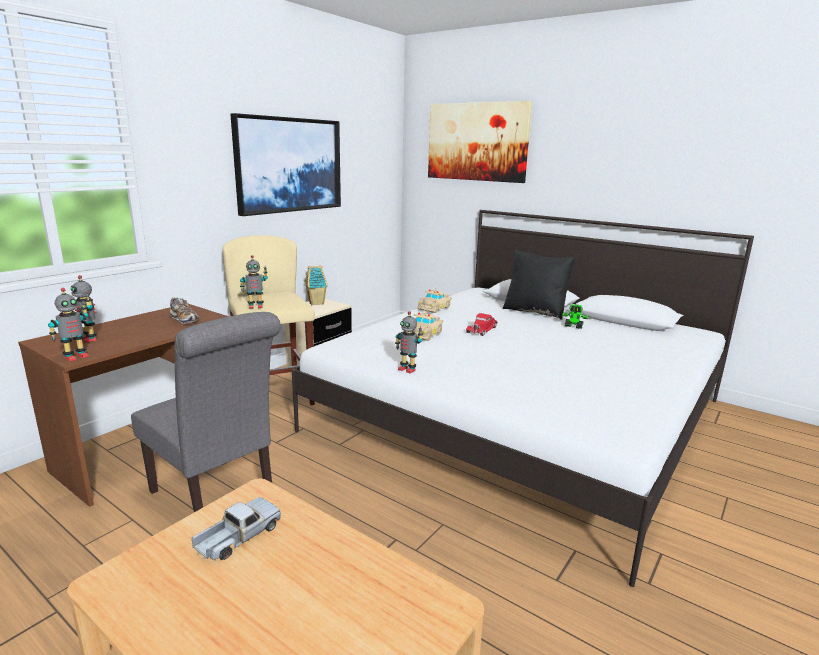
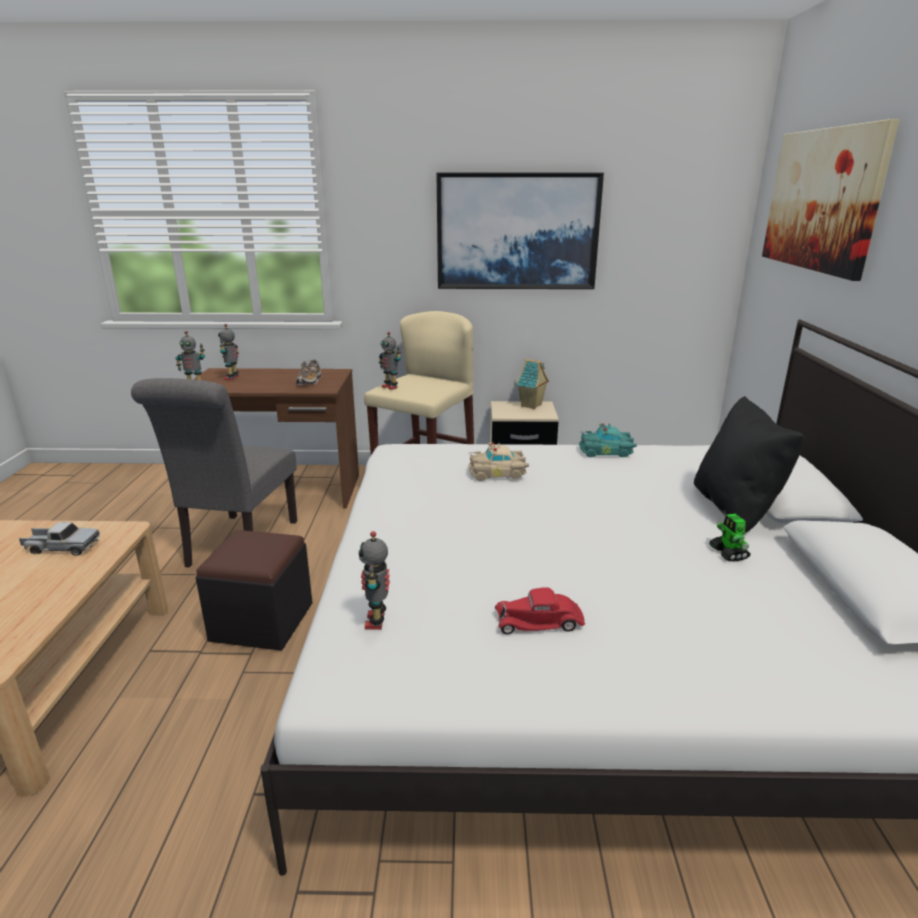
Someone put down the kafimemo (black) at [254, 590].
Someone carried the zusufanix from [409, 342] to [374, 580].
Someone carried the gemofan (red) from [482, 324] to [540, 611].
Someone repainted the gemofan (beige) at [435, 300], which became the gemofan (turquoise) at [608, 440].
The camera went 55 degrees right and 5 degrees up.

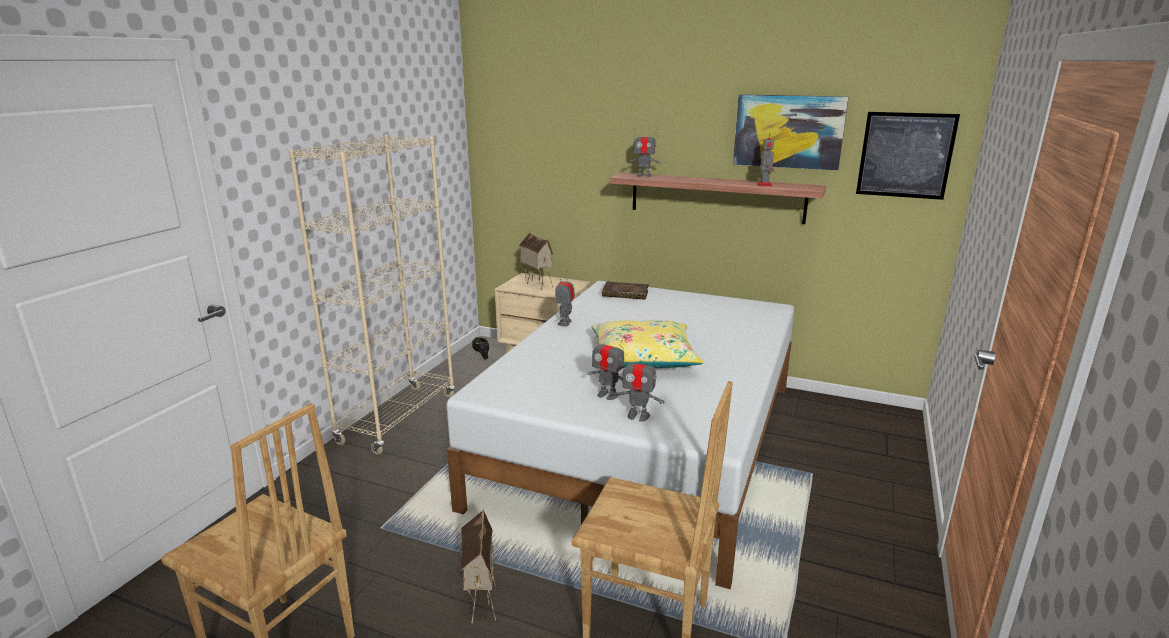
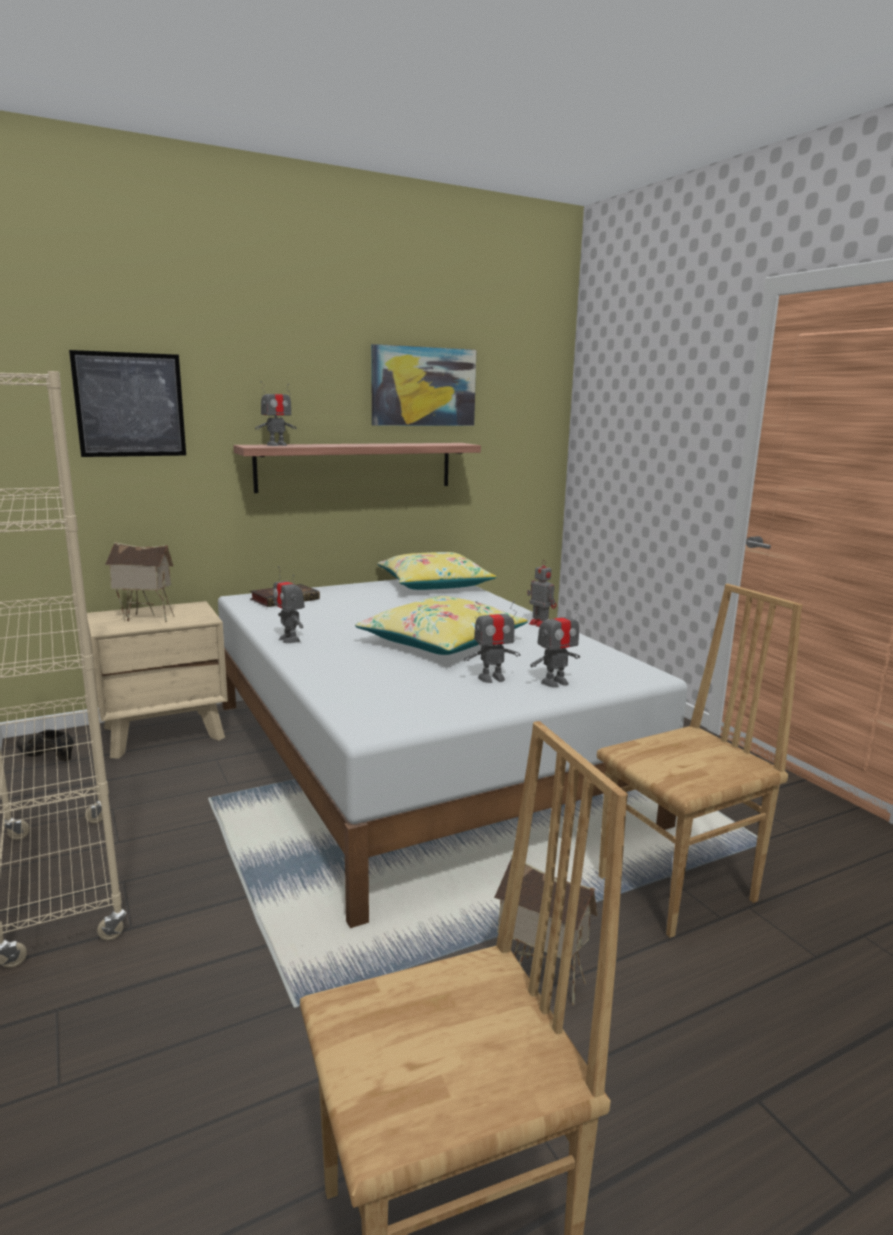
Someone put down the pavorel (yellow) at [436, 571].
Someone carried the zusufanix from [765, 159] to [542, 593].
Someone carried the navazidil from [908, 156] to [127, 403].
The camera went 50 degrees left and 5 degrees down.

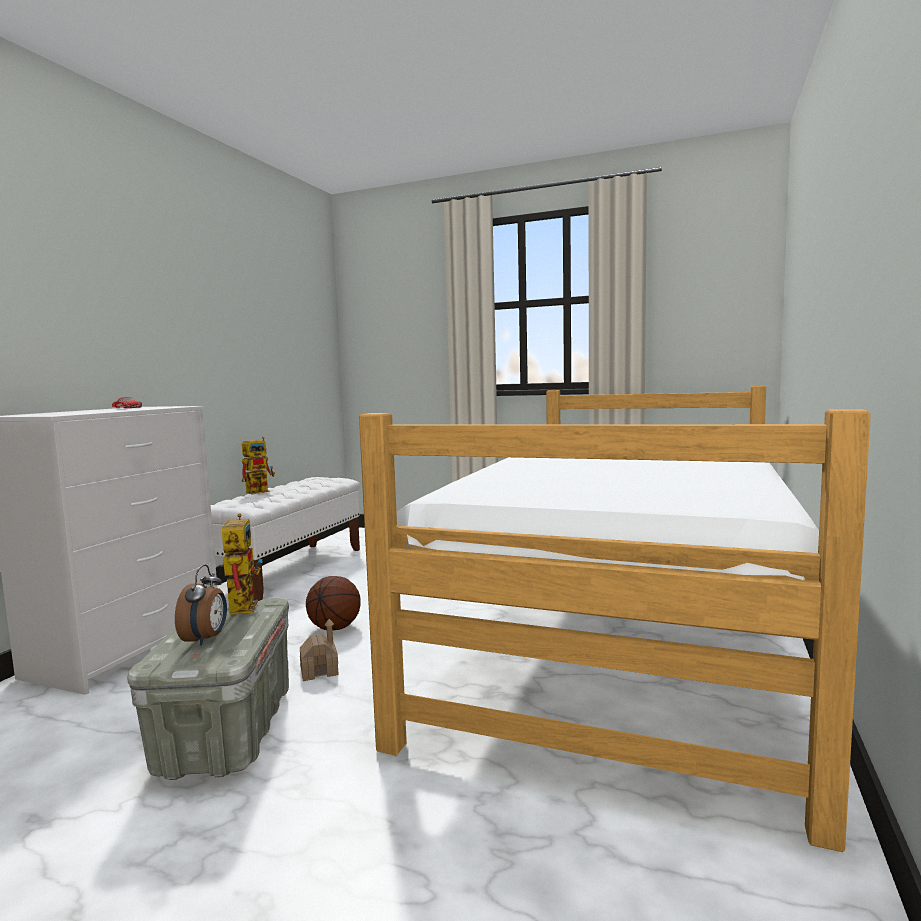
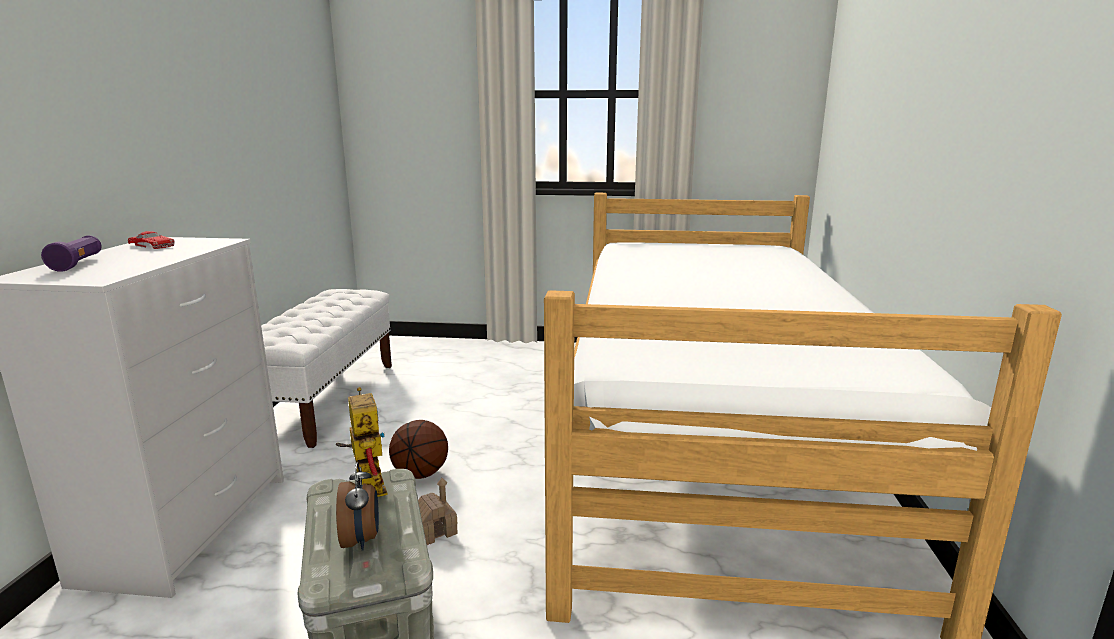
Someone took away the zusufanix at [258, 465].
Someone put down the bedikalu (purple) at [71, 253].
The camera went 15 degrees left and 10 degrees up.

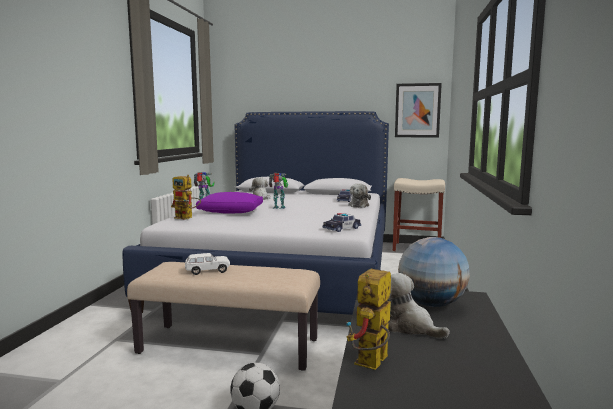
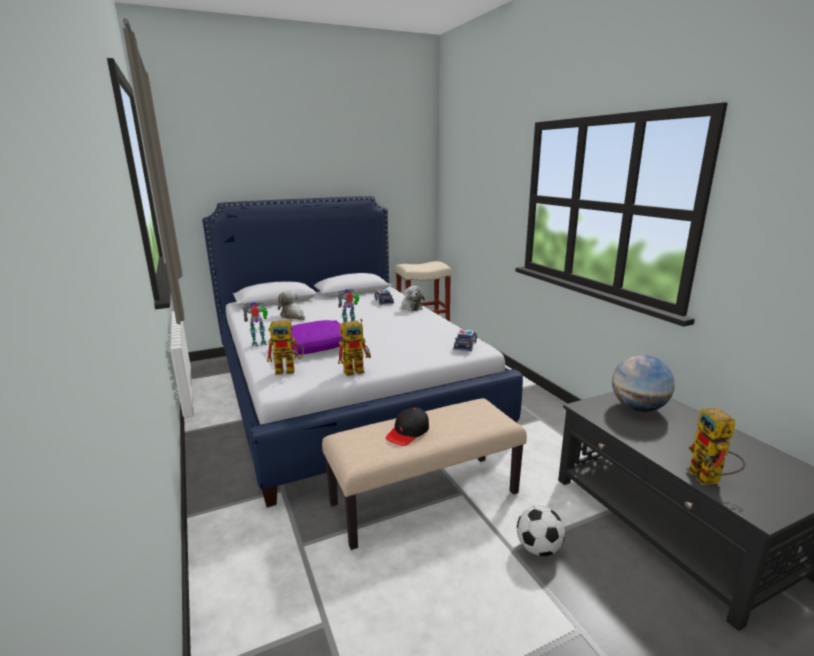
Someone took away the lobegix at [418, 306].
Someone took away the navazidil at [418, 110].
Someone put down the zusufanix at [354, 347].
Someone swapped the gemofan (white) at [207, 264] for the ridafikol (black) at [407, 426].
The camera went 35 degrees left and 10 degrees up.

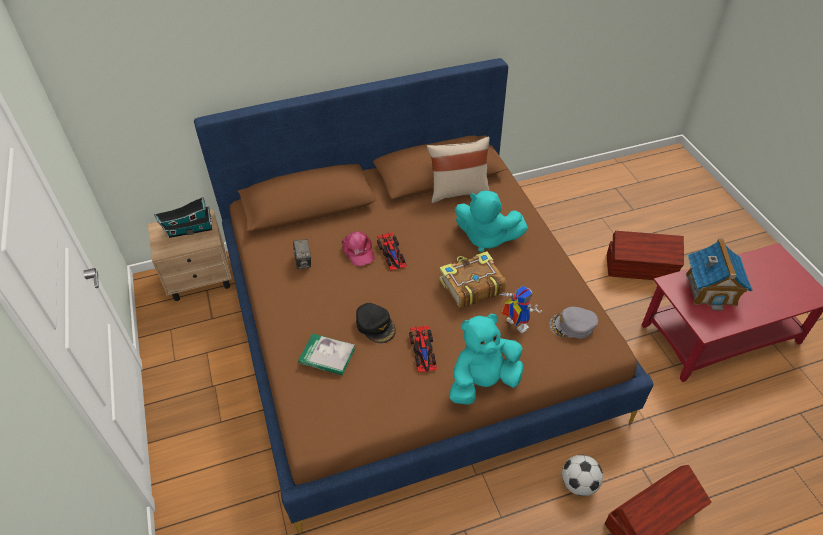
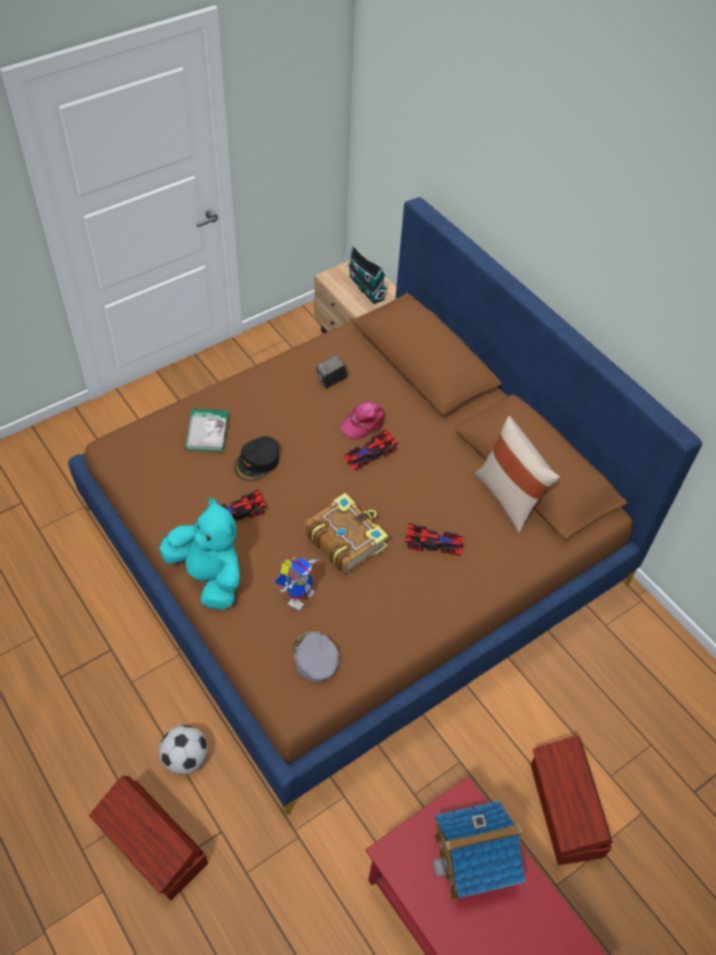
Someone swapped the lobegix (turquoise) at [491, 221] for the gemofan at [434, 539].
The camera went 70 degrees right and 5 degrees up.

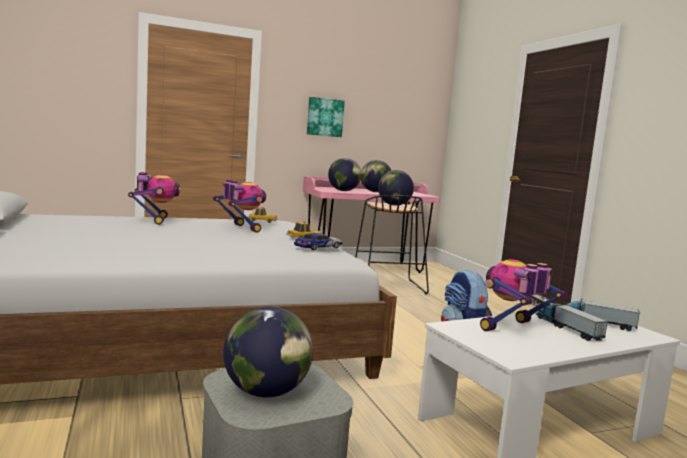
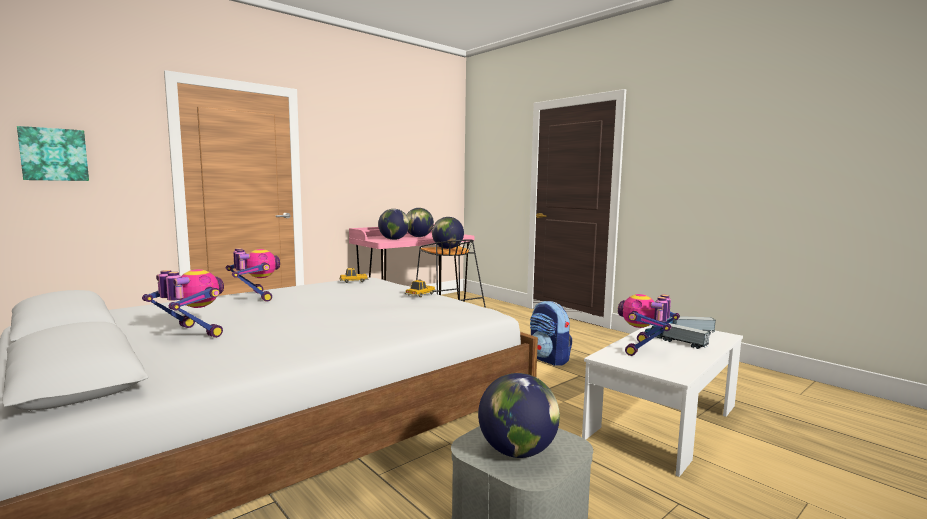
Someone took away the gemofan at [318, 241].
Someone carried the zusufanix from [239, 206] to [183, 303].
Someone carried the navazidil from [326, 117] to [53, 153].
The camera went 20 degrees left and 0 degrees up.

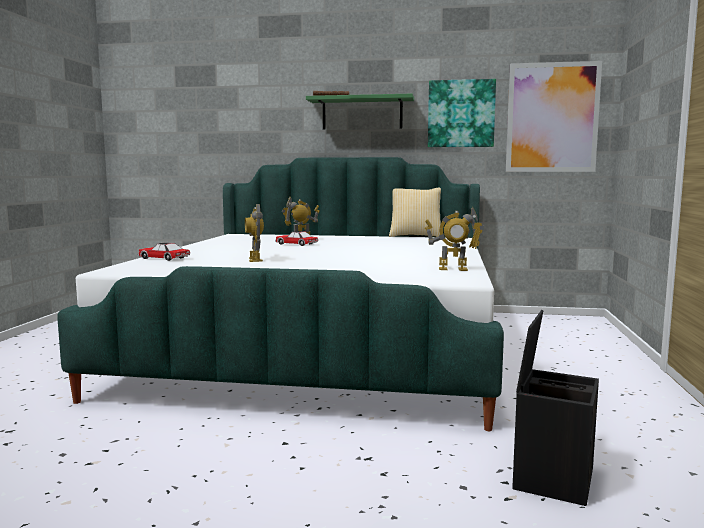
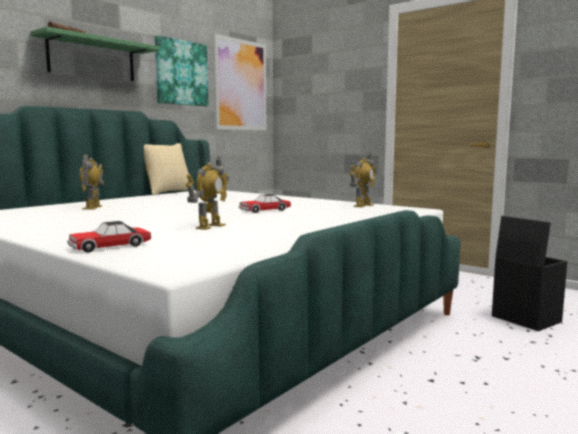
Someone carried the gemofan from [296, 238] to [264, 203].
Someone rotated the zusufanix at [254, 233] by 75 degrees counterclockwise.
The camera went 60 degrees left and 0 degrees up.

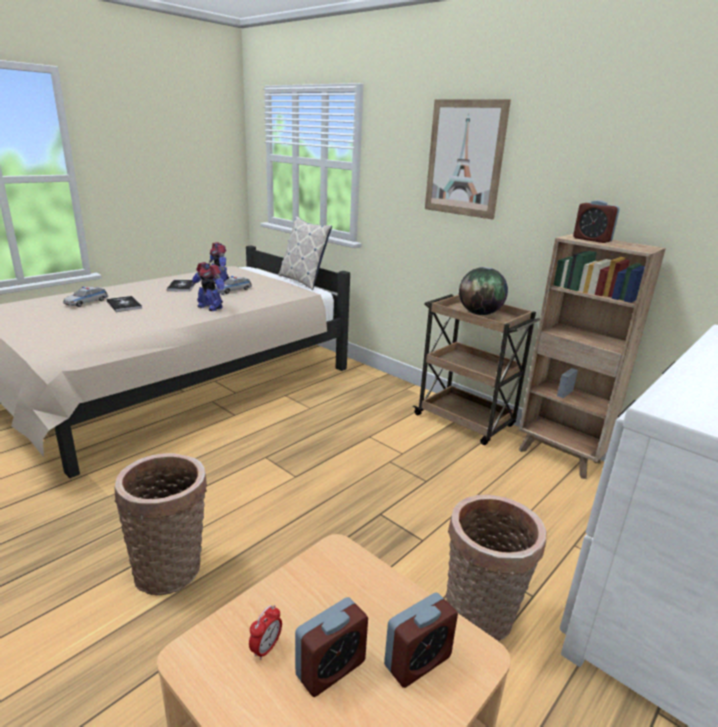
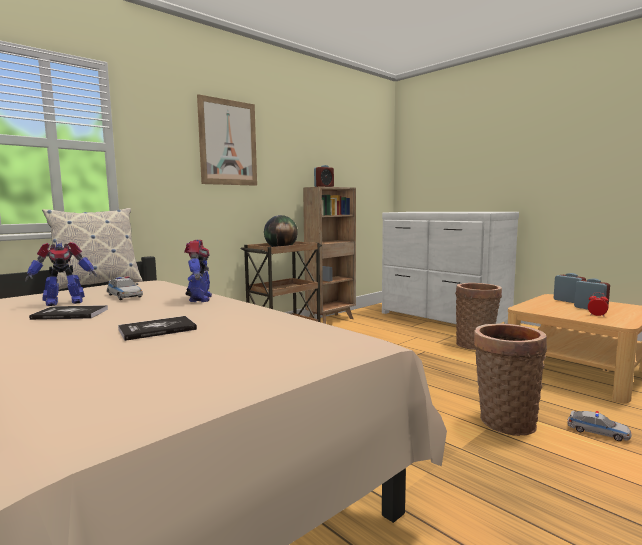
Someone carried the gemofan from [85, 297] to [599, 426].
Someone rotated the zusufanix at [208, 286] by 45 degrees counterclockwise.
The camera went 85 degrees left and 15 degrees down.

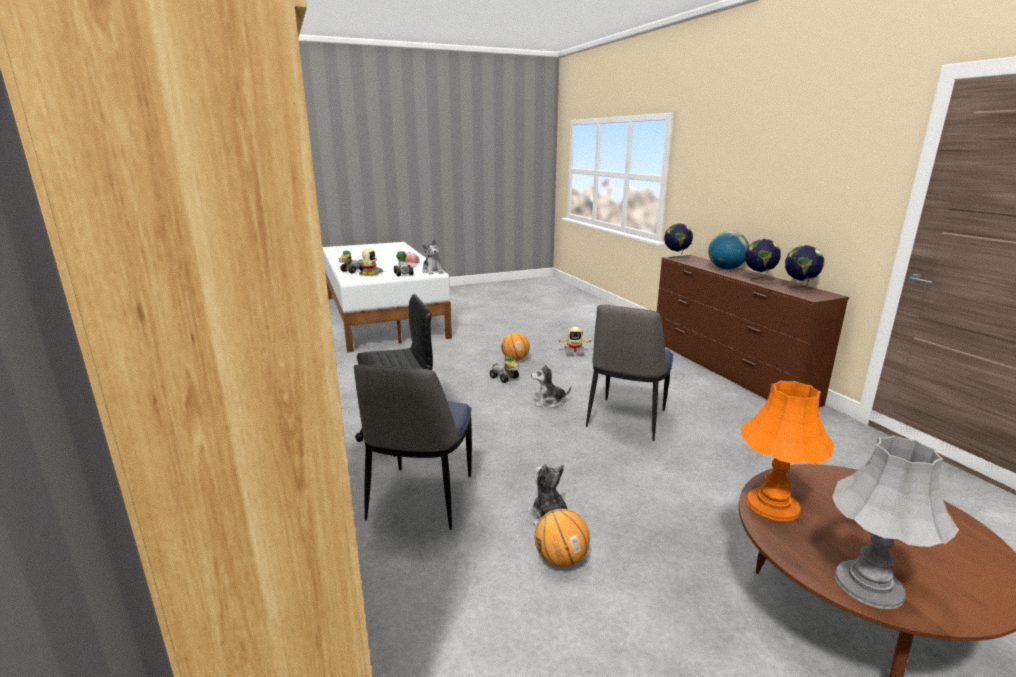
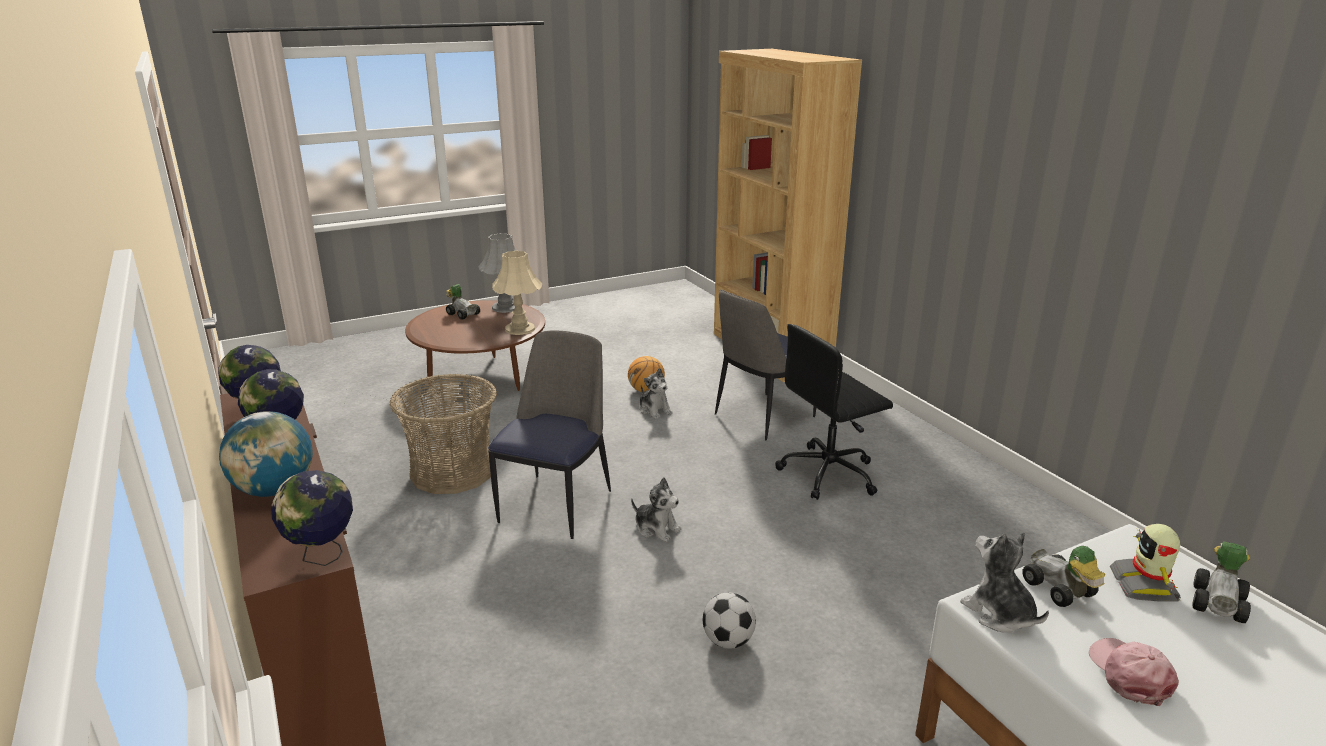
Someone took away the zusufanix at [574, 341].
Someone put down the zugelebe at [443, 433].
Someone carried the gemofan from [504, 369] to [463, 302].
Someone swapped the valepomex at [515, 346] for the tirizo at [729, 620].
Someone repainted the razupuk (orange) at [787, 451], which became the razupuk (beige) at [517, 293].
Someone rotated the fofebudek at [413, 447] by 135 degrees counterclockwise.
Someone rotated the lobegix at [551, 386] by 45 degrees clockwise.
The camera went 175 degrees right and 5 degrees up.

